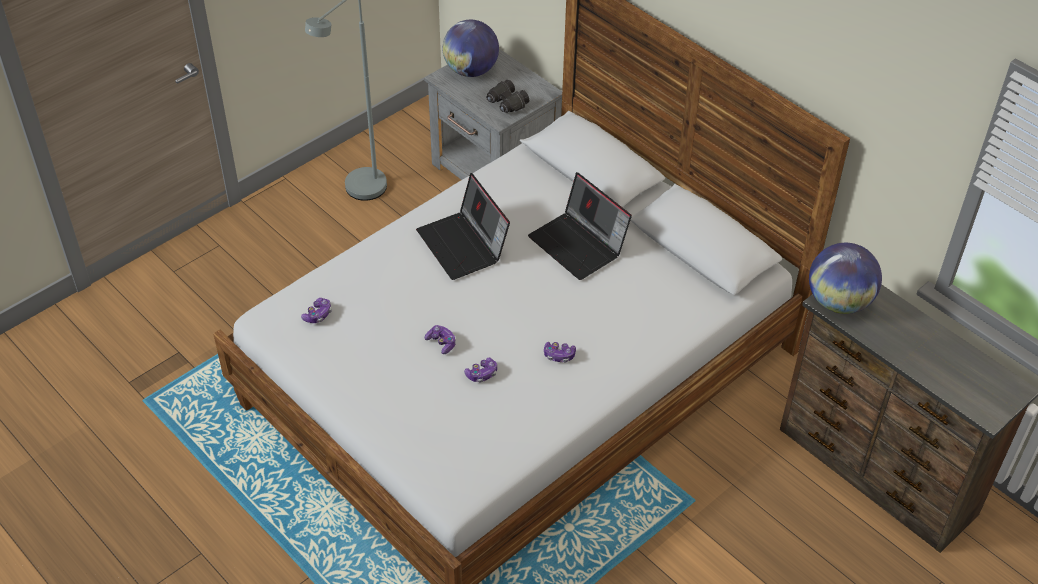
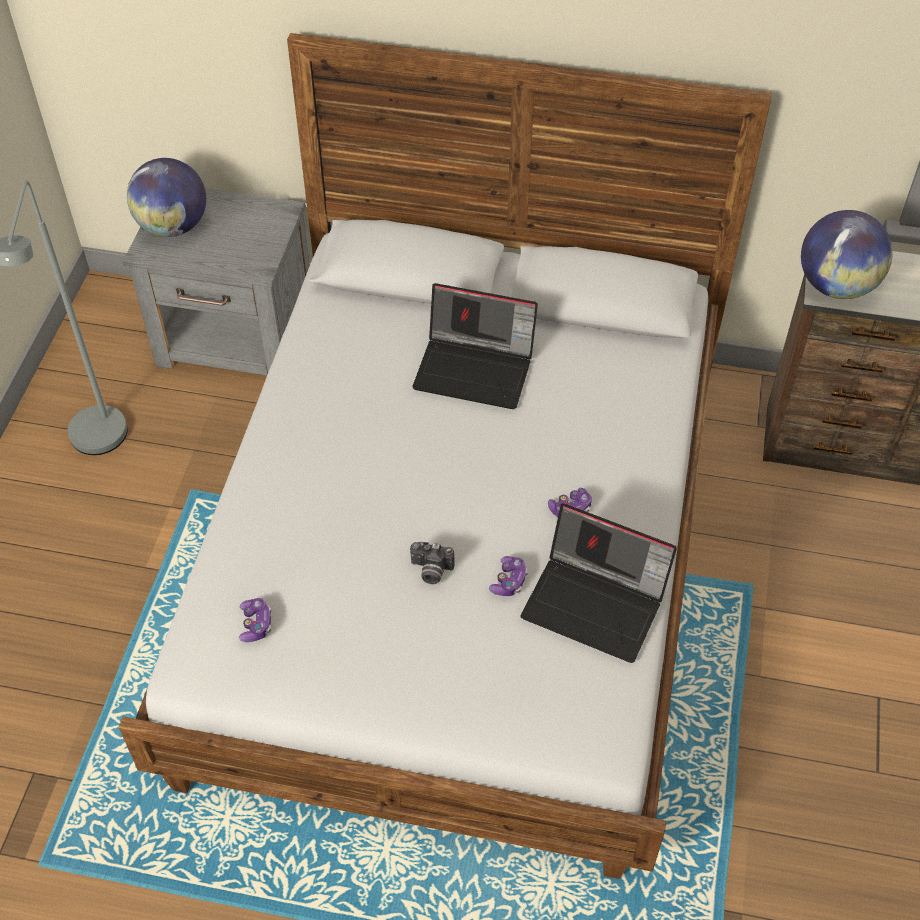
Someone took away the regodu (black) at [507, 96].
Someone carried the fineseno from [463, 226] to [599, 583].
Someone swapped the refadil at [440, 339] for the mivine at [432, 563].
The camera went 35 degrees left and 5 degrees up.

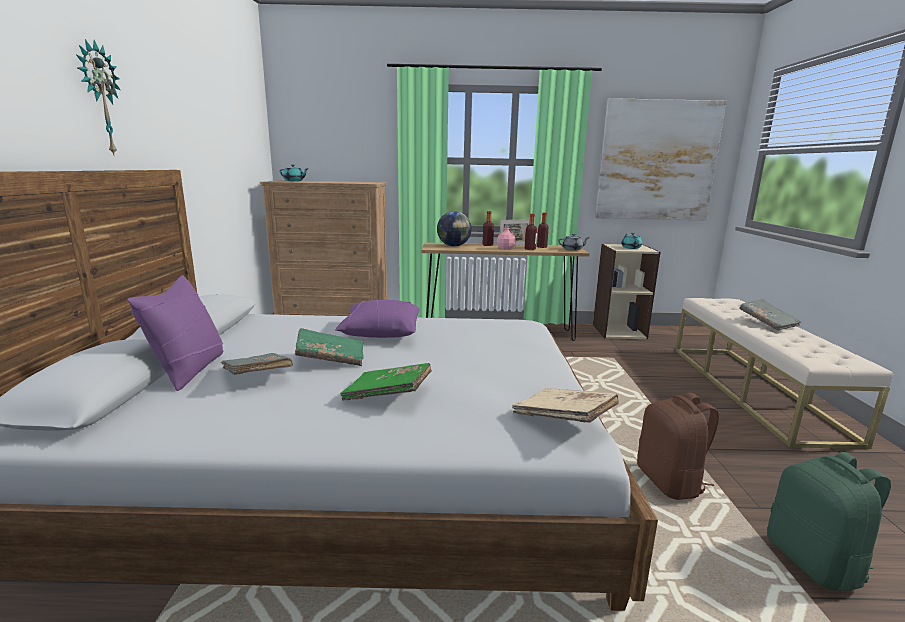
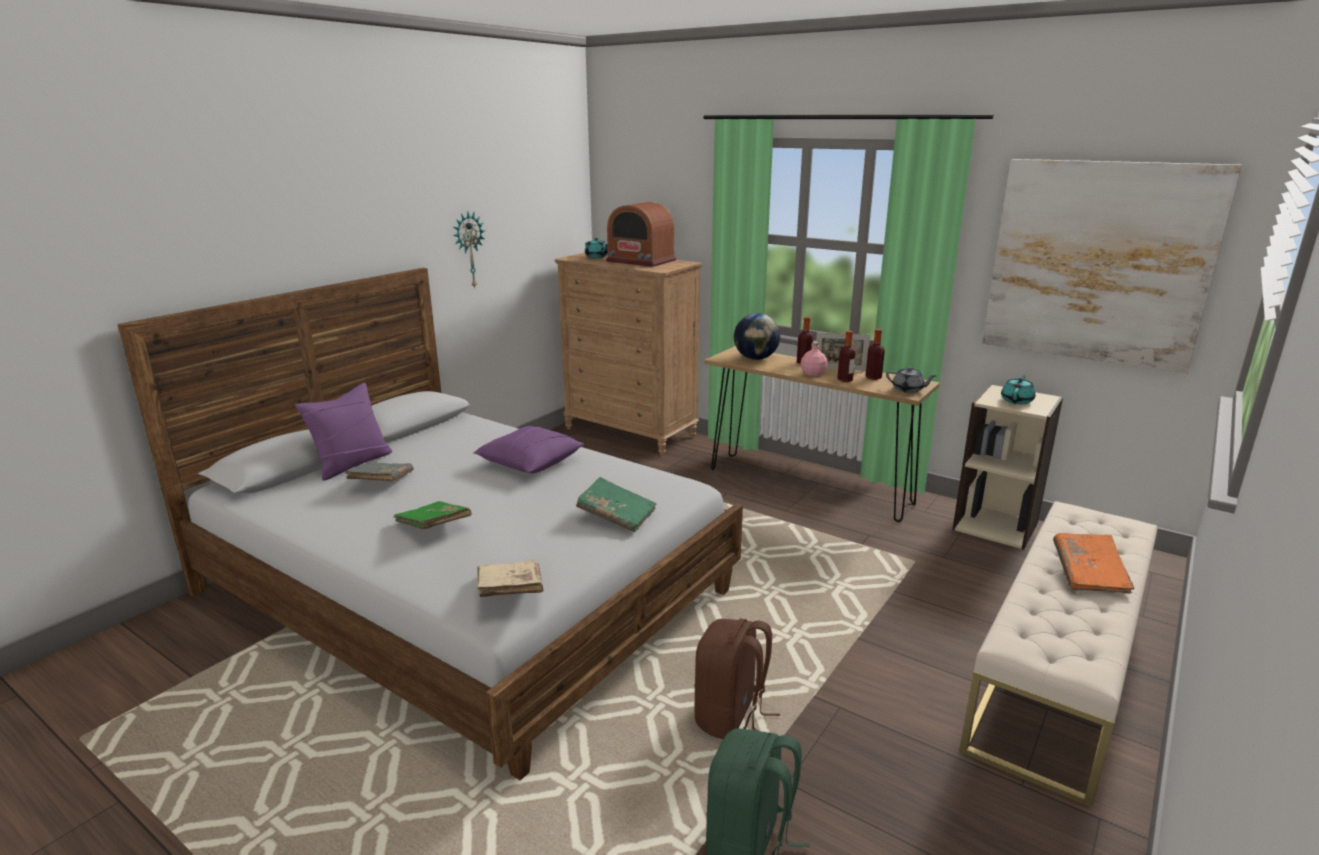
Someone put down the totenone at [641, 234].
Someone carried the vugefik from [98, 97] to [469, 250].
Someone carried the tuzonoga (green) from [329, 347] to [616, 504].
Someone repainted the tuzonoga (grey) at [770, 315], which became the tuzonoga (orange) at [1093, 563].
The camera went 35 degrees right and 5 degrees up.

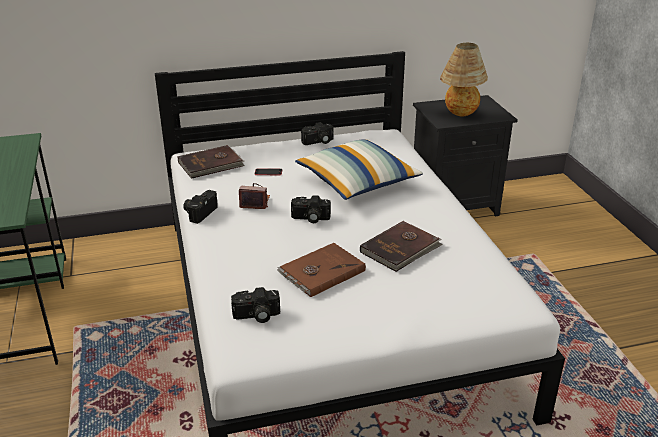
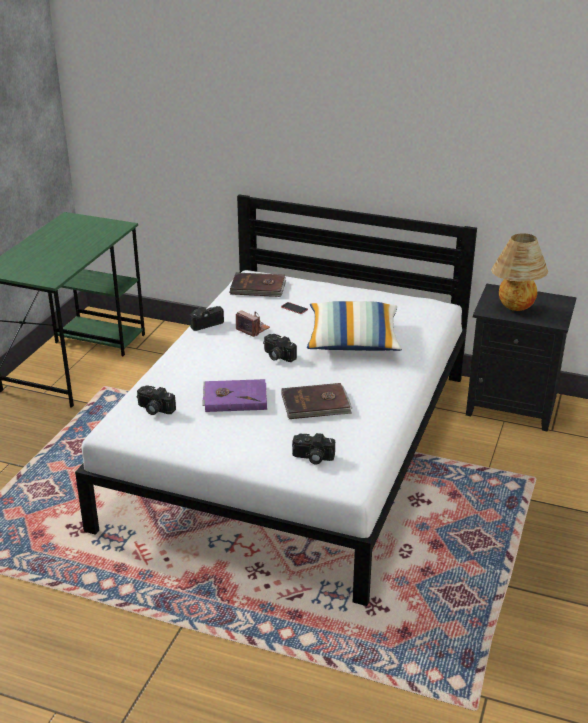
Someone carried the mivine from [317, 133] to [313, 448].
Someone repainted the tuzonoga (brown) at [321, 270], which became the tuzonoga (purple) at [234, 395].
The camera went 35 degrees right and 0 degrees up.

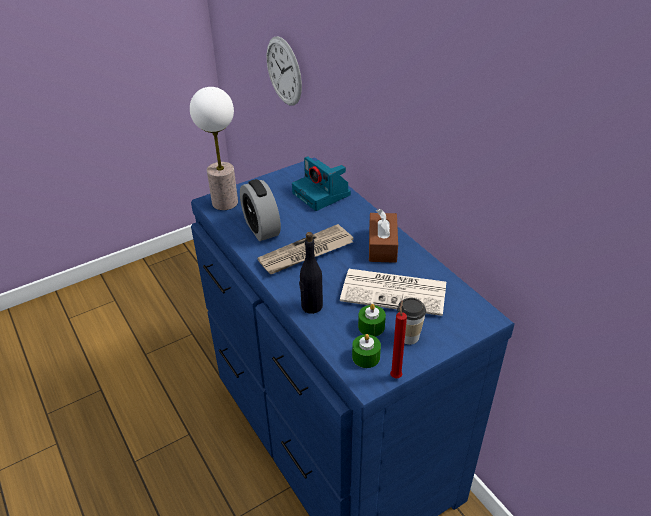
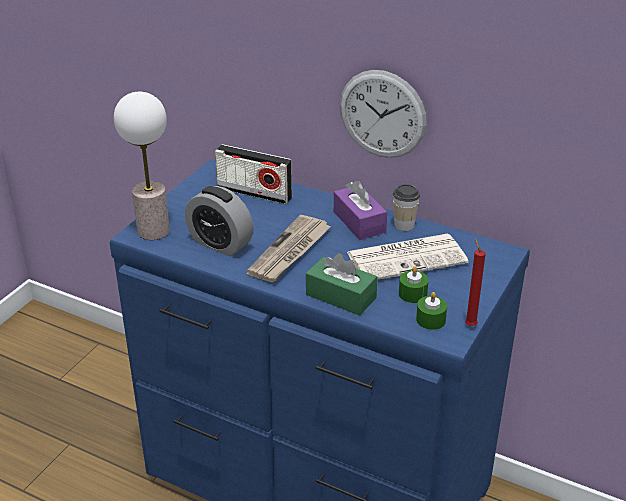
Someone carried the vugefik from [284, 71] to [383, 114].
Someone carried the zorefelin from [411, 321] to [406, 207].
Someone swapped the mivine at [321, 183] for the totenone at [253, 174].
Someone swapped the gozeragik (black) at [311, 273] for the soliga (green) at [342, 284].
Someone repainted the soliga (brown) at [383, 236], which became the soliga (purple) at [360, 210].
The camera went 30 degrees left and 5 degrees down.

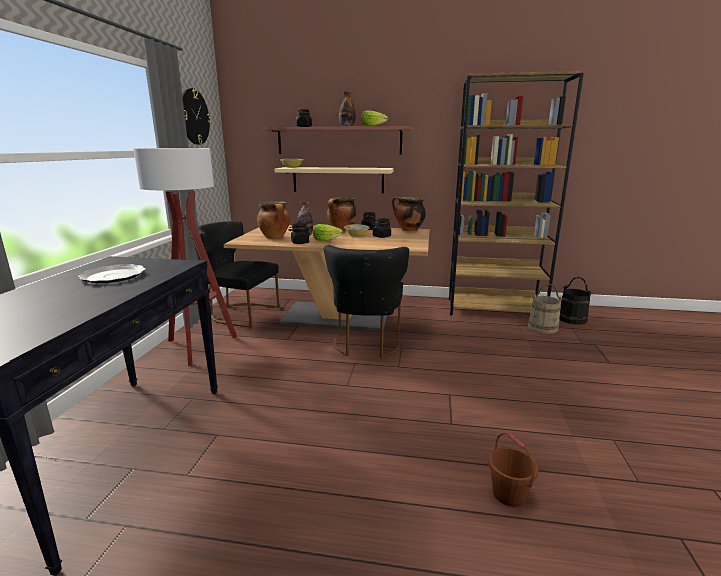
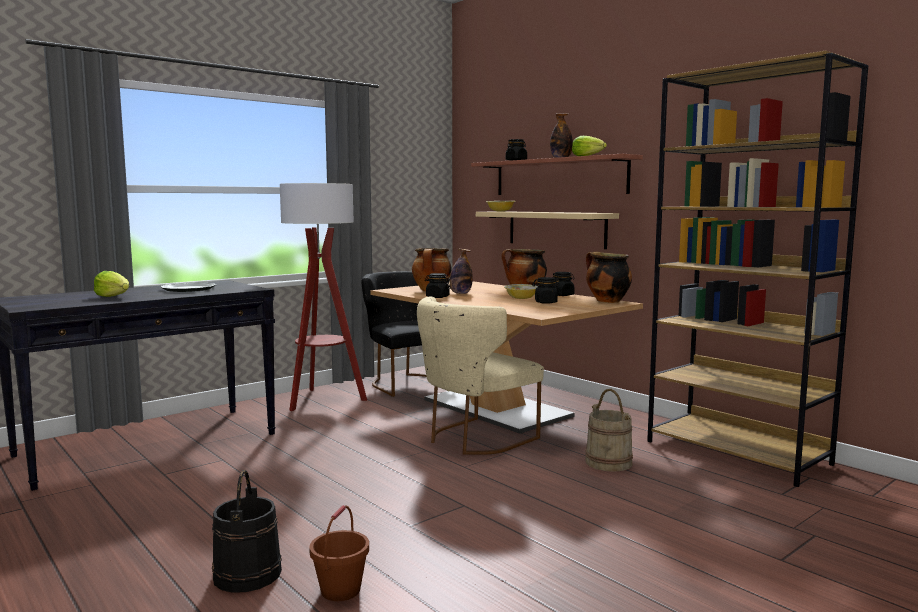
Someone took away the vugefik at [196, 116].
Someone carried the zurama from [328, 232] to [111, 284].
Someone carried the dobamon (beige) from [546, 309] to [609, 430].
Someone carried the dobamon (black) from [575, 301] to [247, 531].
Someone repainted the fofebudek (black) at [366, 301], which became the fofebudek (beige) at [480, 376].
The camera went 40 degrees right and 10 degrees down.

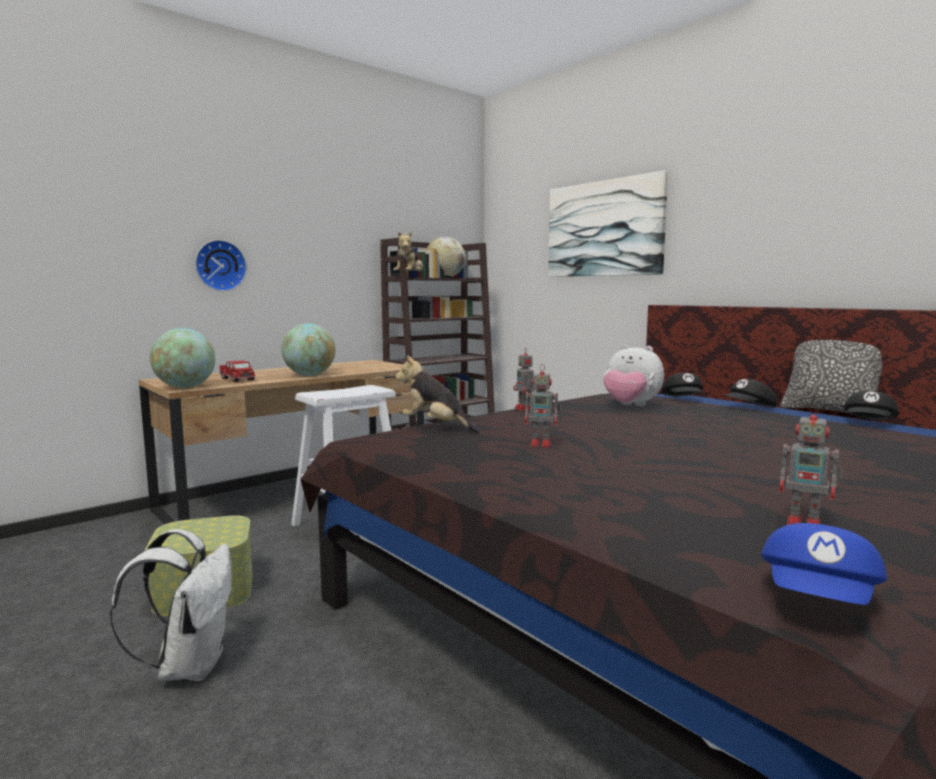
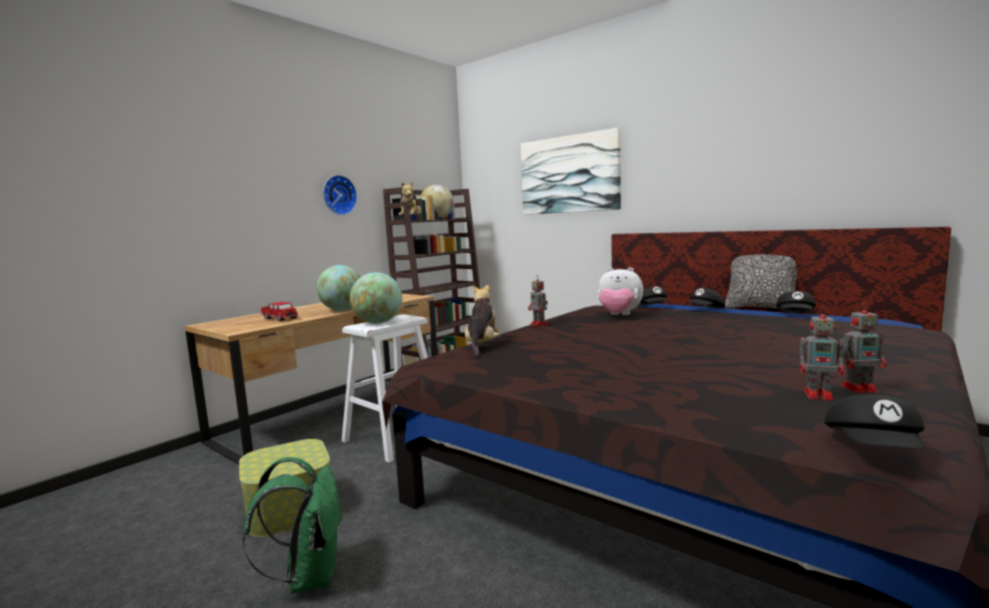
Someone carried the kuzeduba from [183, 358] to [376, 297].
Someone carried the vugefik from [221, 265] to [340, 195].
Someone carried the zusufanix from [543, 405] to [864, 347].
Someone repainted the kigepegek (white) at [170, 605], which became the kigepegek (green) at [292, 525].
Someone repainted the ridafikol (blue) at [824, 564], which became the ridafikol (black) at [874, 422].
Someone rotated the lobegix at [437, 394] by 75 degrees clockwise.
The camera went 10 degrees left and 0 degrees up.

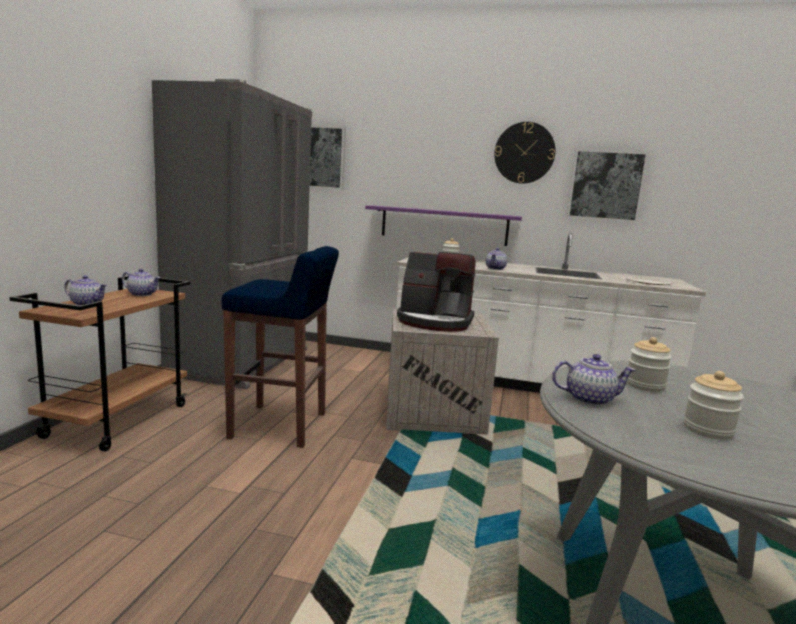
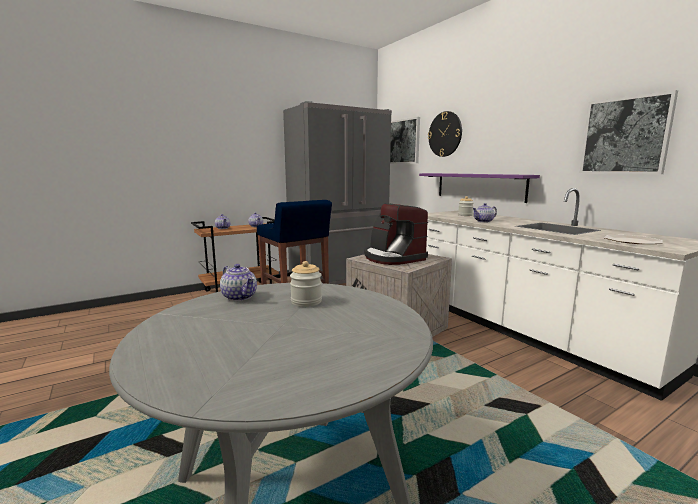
Someone took away the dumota at [713, 405].
Someone carried the vugefik from [525, 153] to [445, 134].
The camera went 45 degrees right and 0 degrees up.

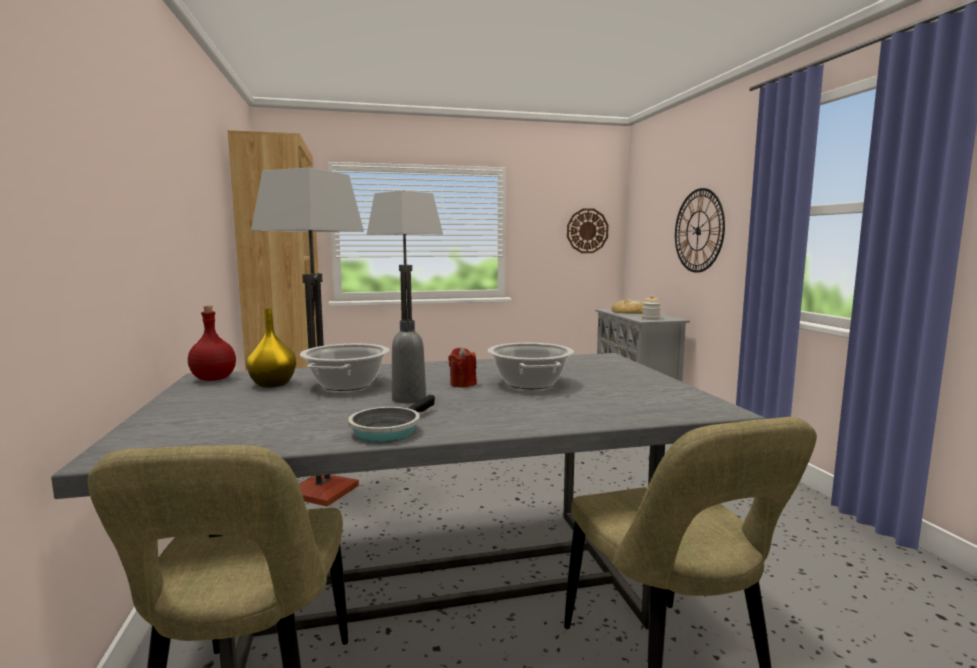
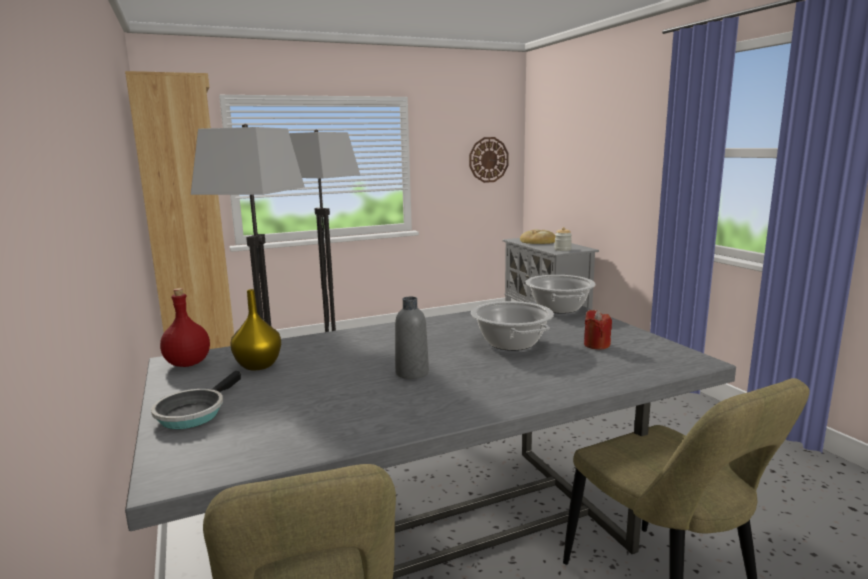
Someone took away the vugefik at [700, 230].
Someone carried the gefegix from [344, 367] to [560, 294].
Someone carried the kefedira from [391, 418] to [196, 400].
Someone carried the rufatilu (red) from [462, 367] to [598, 329].
The camera went 10 degrees left and 5 degrees up.

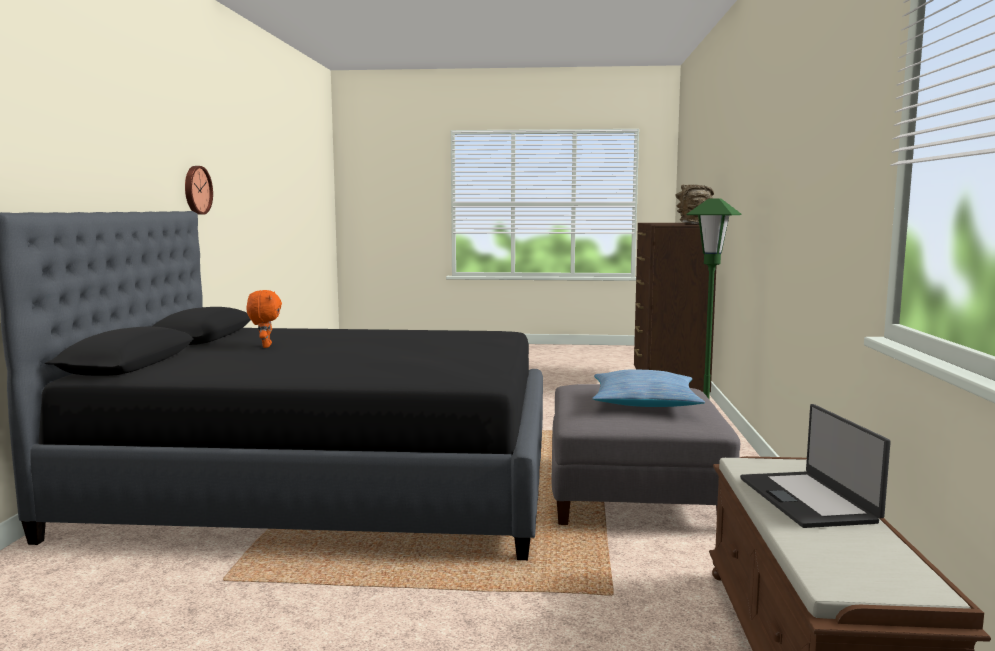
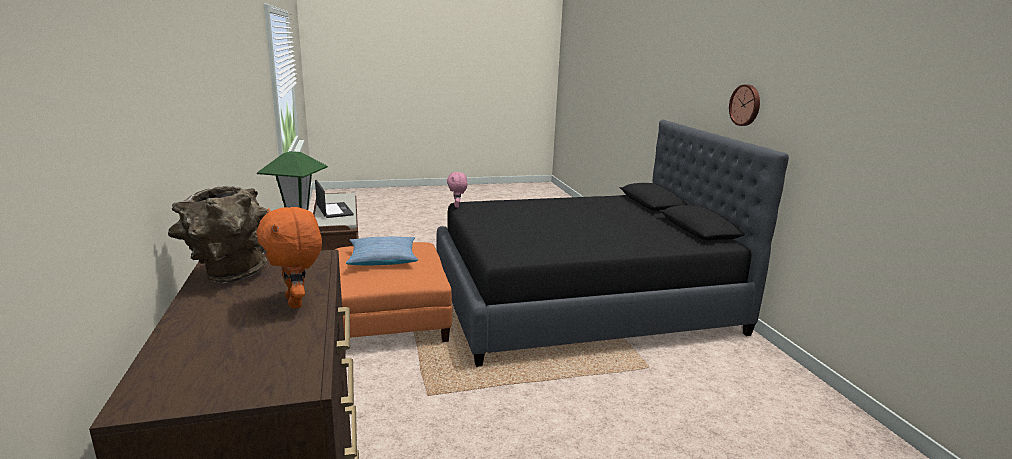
Someone put down the lobegix (pink) at [457, 190].
Someone carried the vugefik from [199, 190] to [744, 105].
Someone carried the lobegix (orange) from [264, 319] to [289, 258].
Someone repainted the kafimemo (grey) at [646, 454], which became the kafimemo (orange) at [393, 292].
The camera went 160 degrees right and 10 degrees up.

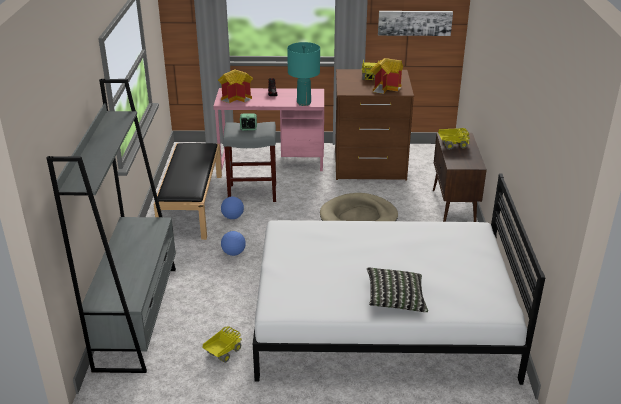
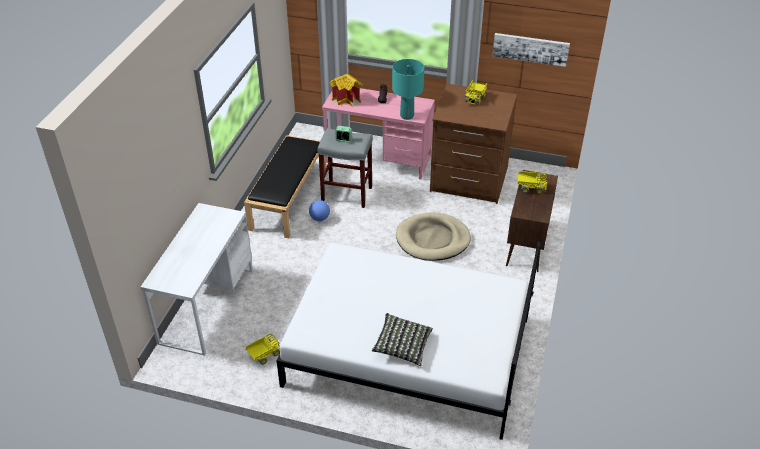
Someone took away the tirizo at [233, 243].
Someone took away the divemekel at [386, 76].
Someone swapped the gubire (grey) at [111, 226] for the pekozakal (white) at [196, 279].
The camera went 15 degrees right and 10 degrees up.

